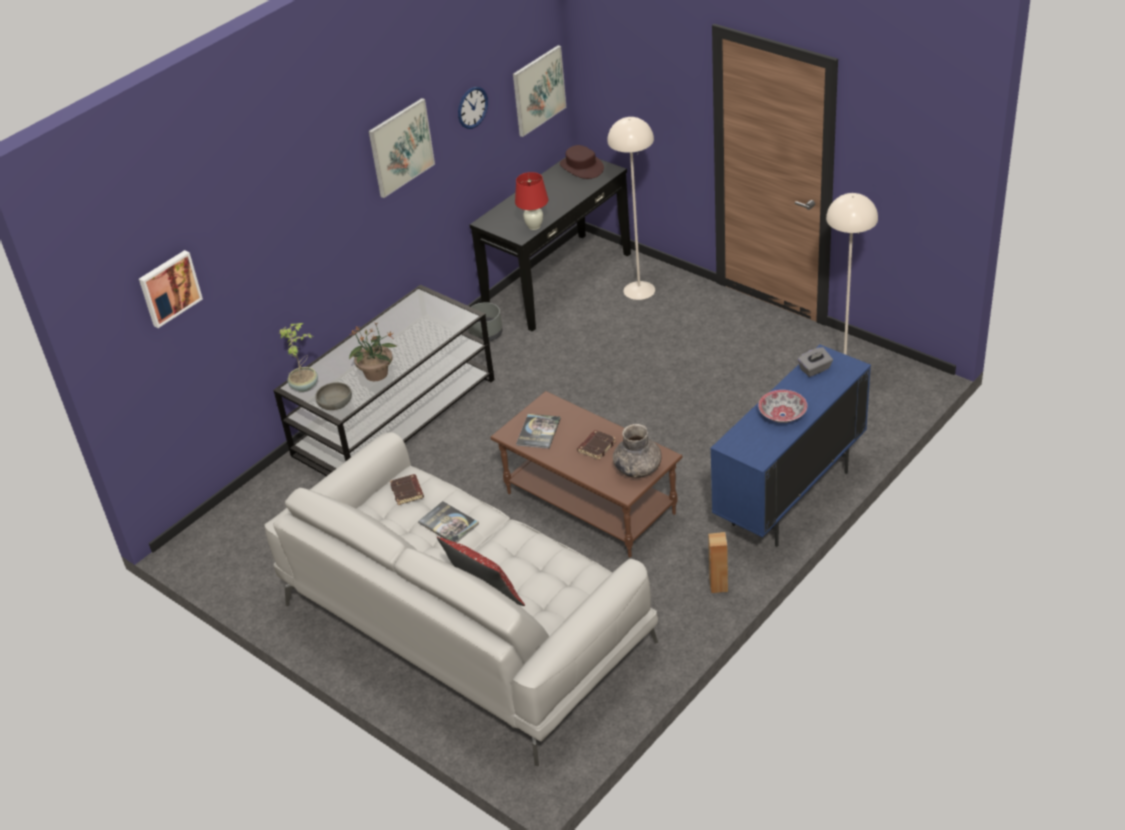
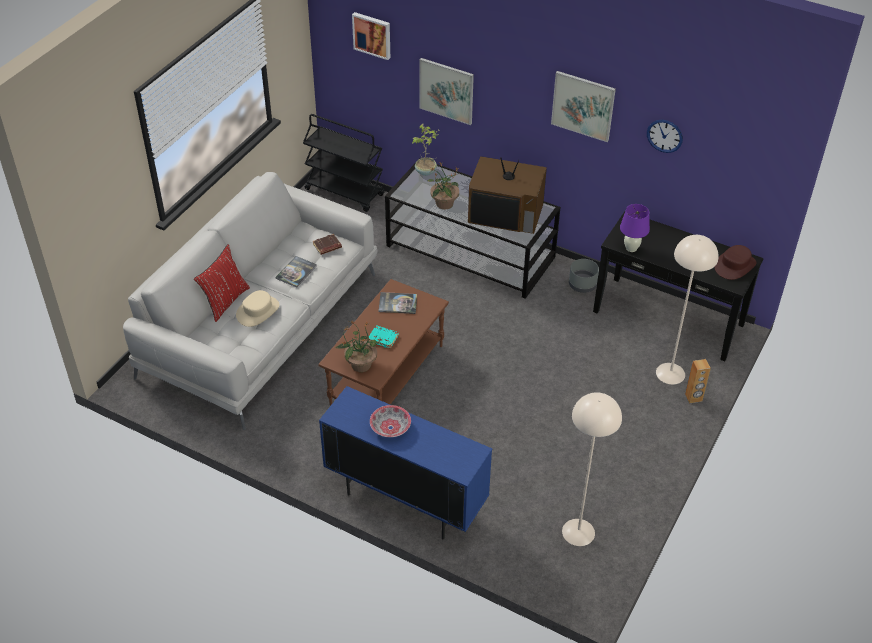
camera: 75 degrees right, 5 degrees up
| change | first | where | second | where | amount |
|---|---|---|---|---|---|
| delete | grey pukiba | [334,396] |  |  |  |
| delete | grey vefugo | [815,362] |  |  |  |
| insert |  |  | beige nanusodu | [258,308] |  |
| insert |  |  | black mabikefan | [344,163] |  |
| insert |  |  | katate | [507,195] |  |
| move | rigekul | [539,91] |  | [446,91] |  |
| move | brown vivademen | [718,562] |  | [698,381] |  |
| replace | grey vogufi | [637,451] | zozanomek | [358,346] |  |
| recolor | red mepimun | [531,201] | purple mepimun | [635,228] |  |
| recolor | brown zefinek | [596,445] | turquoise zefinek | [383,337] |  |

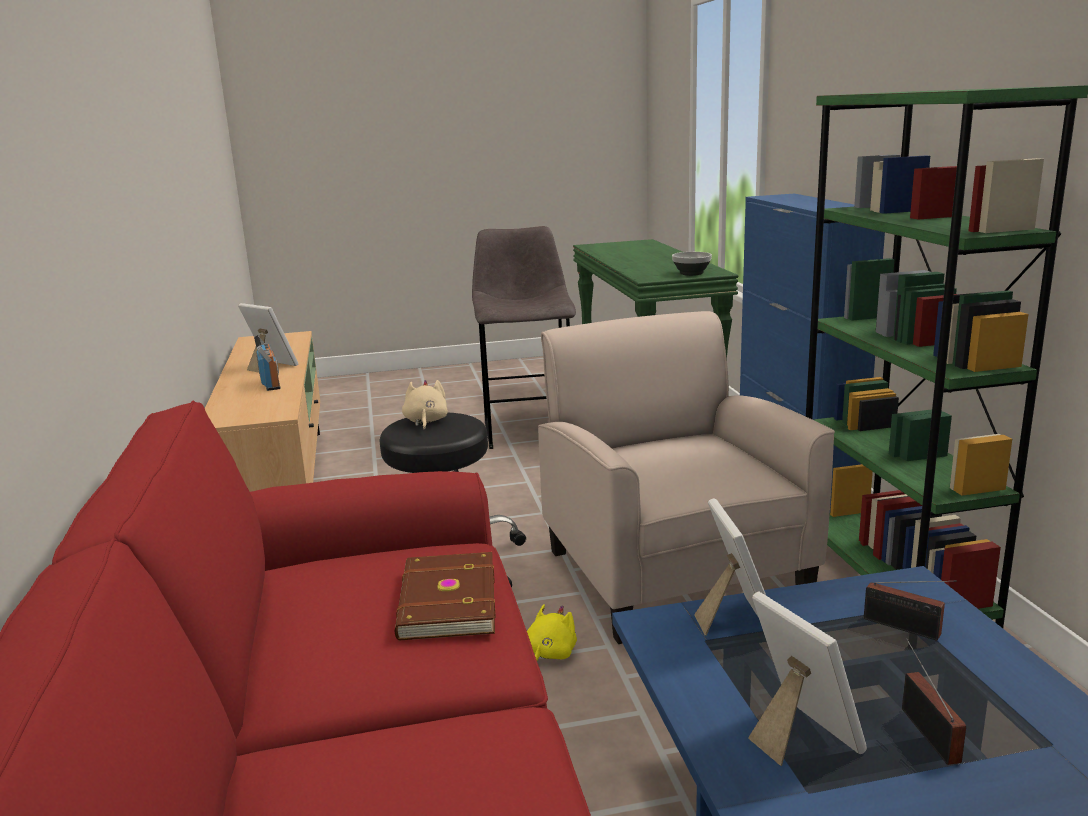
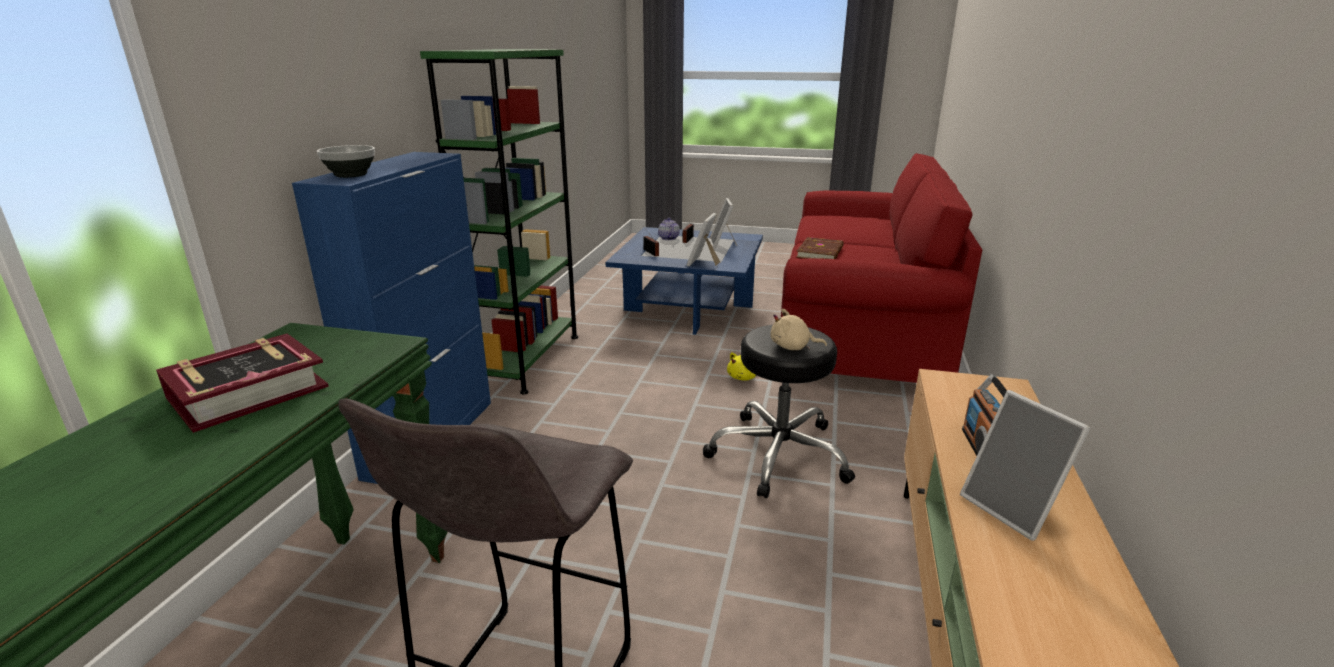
camera: 155 degrees left, 5 degrees up
| change | first | where | second | where | amount |
|---|---|---|---|---|---|
| delete | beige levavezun | [686,477] |  |  |  |
| insert |  |  | zefinek | [242,383] |  |
| insert |  |  | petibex | [669,229] |  |
| move | pukiba | [692,264] |  | [346,161] |  |
| rotate | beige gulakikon | [425,405] |  | [799,329] | 75 degrees clockwise |

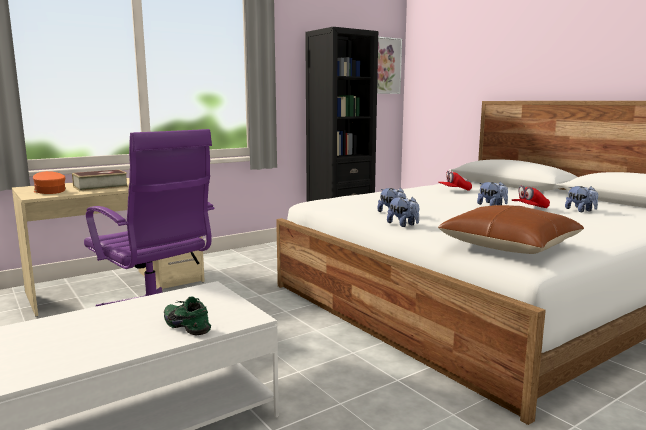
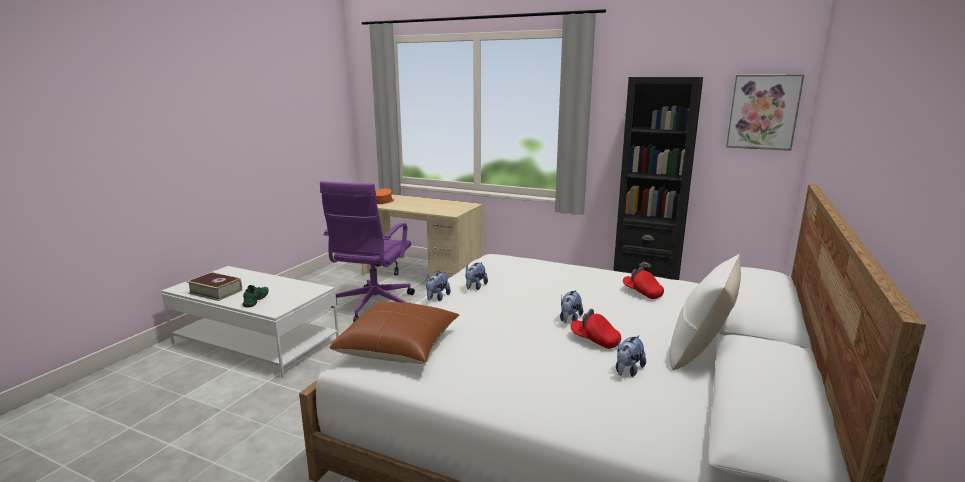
camera: 60 degrees right, 5 degrees up
| change | first | where | second | where | amount |
|---|---|---|---|---|---|
| insert |  |  | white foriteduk | [705,312] |  |
| move | zefinek | [100,180] |  | [214,286] |  |

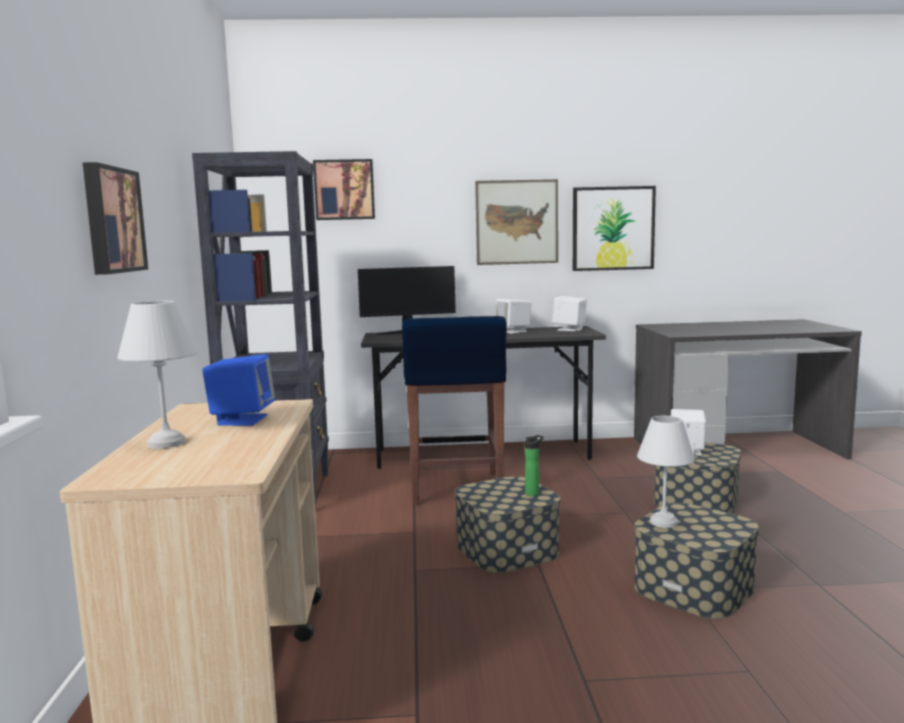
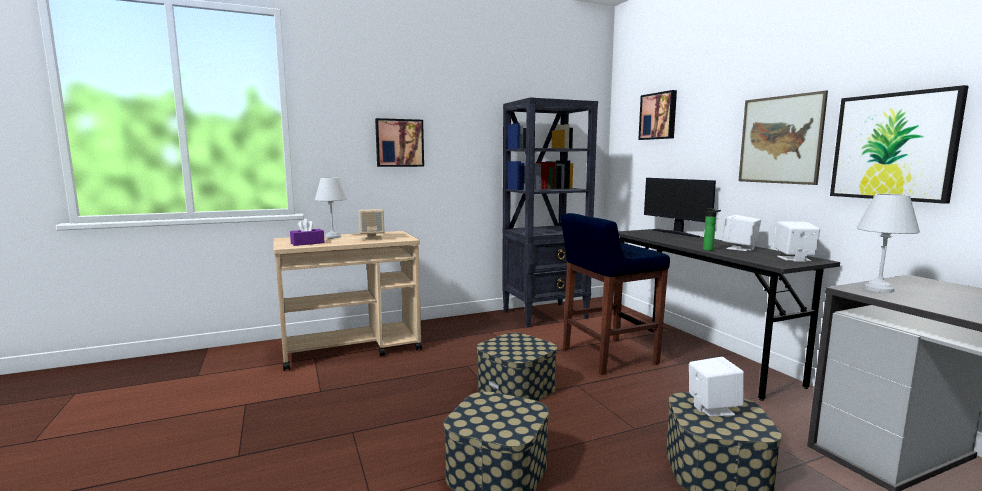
camera: 70 degrees right, 0 degrees up
| change | first | where | second | where | amount |
|---|---|---|---|---|---|
| insert |  |  | purple vefugo | [307,232] |  |
| move | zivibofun | [534,465] |  | [712,229] |  |
| move | white mepimun | [666,472] |  | [888,243] |  |
| recolor | blue vivademen | [238,390] | beige vivademen | [371,224] |  |

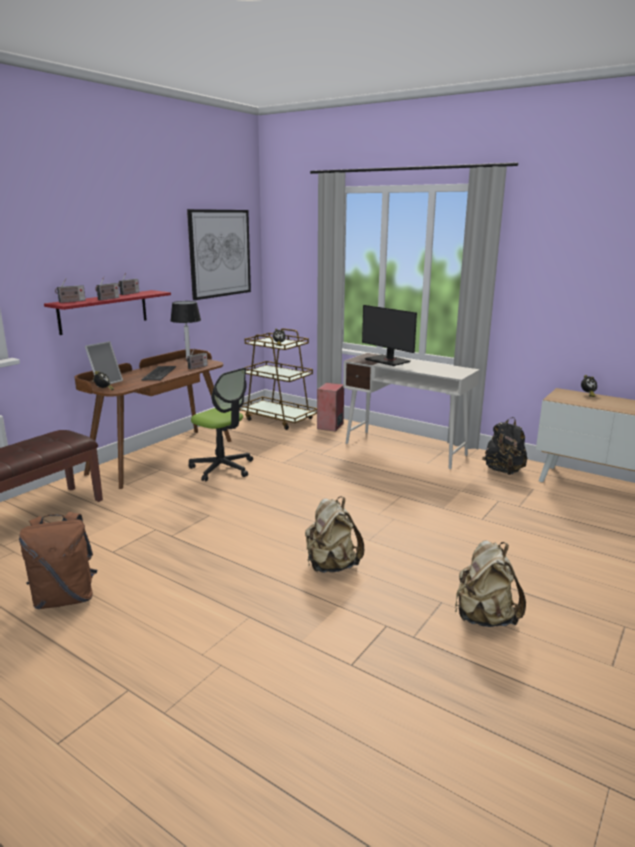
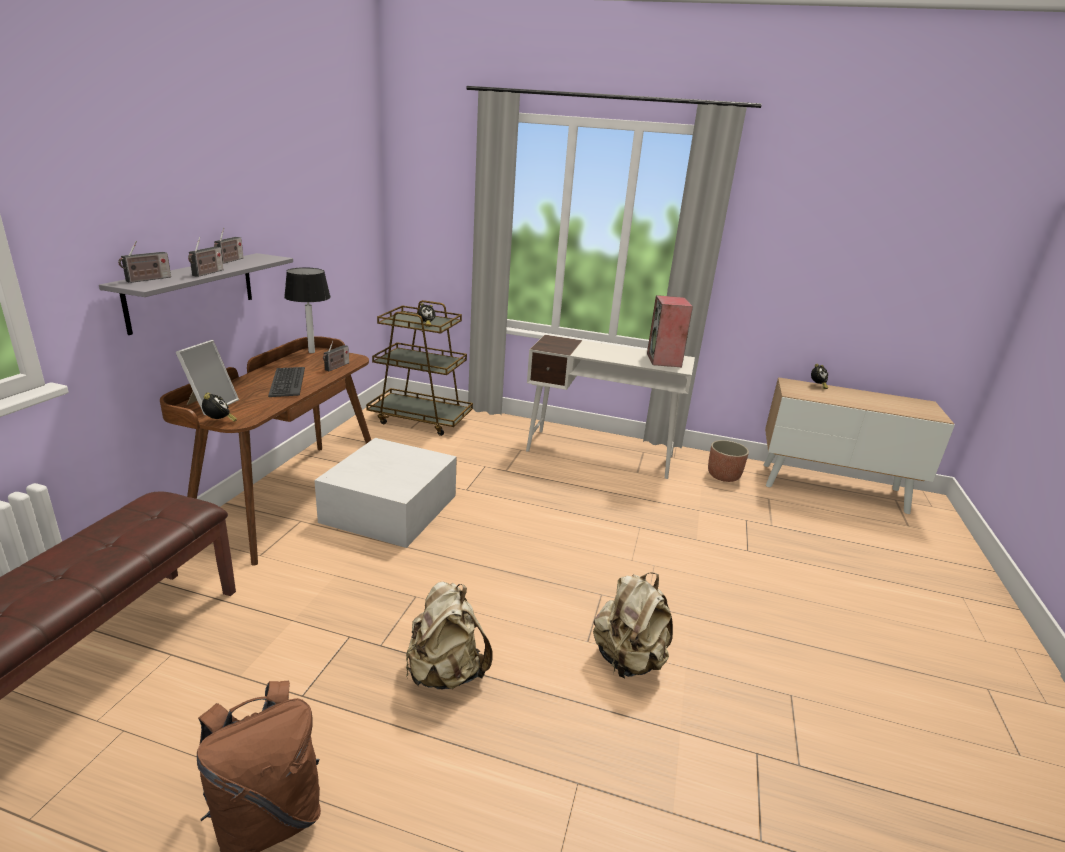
camera: 20 degrees left, 5 degrees up
| change | first | where | second | where | amount |
|---|---|---|---|---|---|
| delete | rigekul | [219,254] |  |  |  |
| delete | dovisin | [389,335] |  |  |  |
| move | vivademen | [330,407] |  | [670,331] |  |
| move | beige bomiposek | [490,583] |  | [449,635] |  |
| replace | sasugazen | [221,424] | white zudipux | [385,493] |  |
| replace | black bomiposek | [504,446] | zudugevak | [728,461] |  |
| recolor | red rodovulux | [107,312] | grey rodovulux | [196,294] |  |

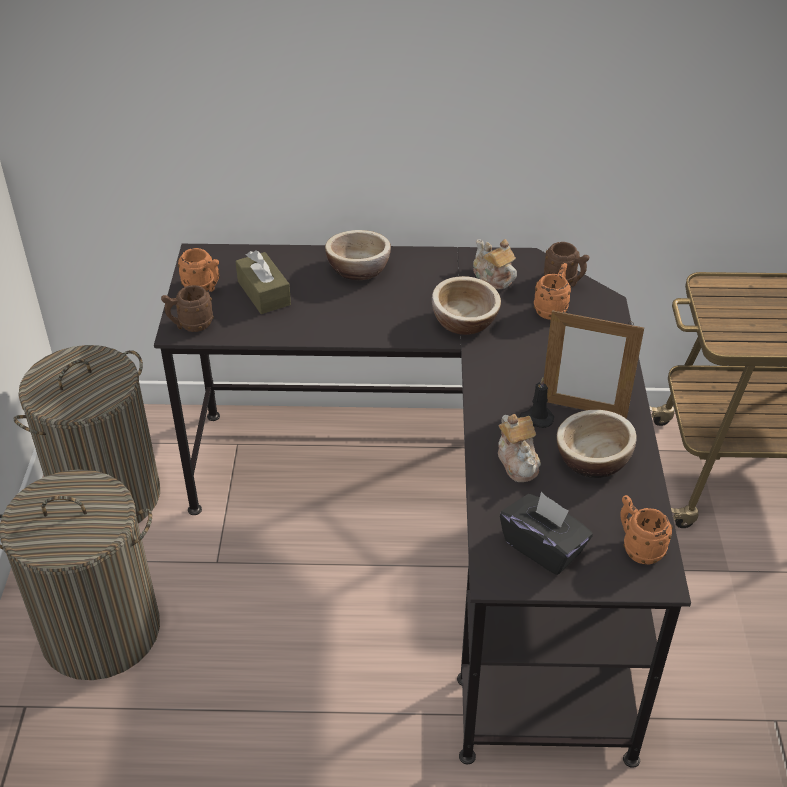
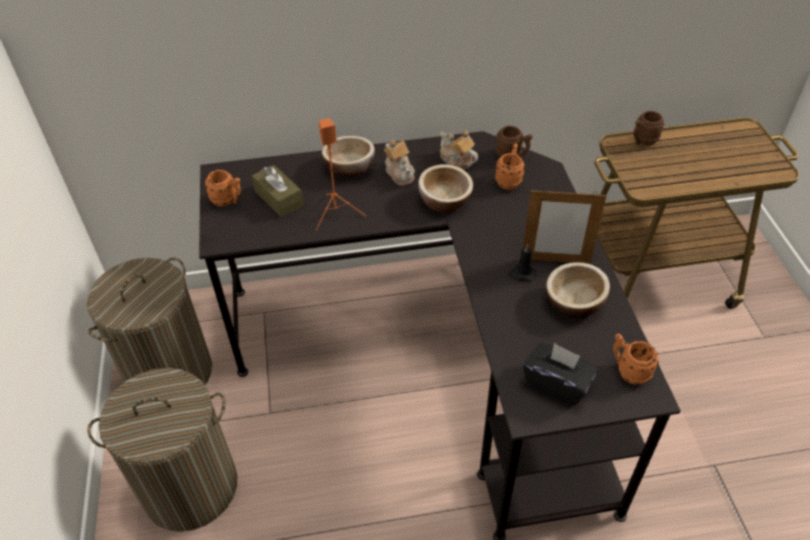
camera: 10 degrees left, 5 degrees up
| change | first | where | second | where | amount |
|---|---|---|---|---|---|
| insert |  |  | orange vivademen | [341,174] |  |
| move | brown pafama | [187,308] |  | [649,128] |  |
| move | petibex | [519,448] |  | [399,163] |  |

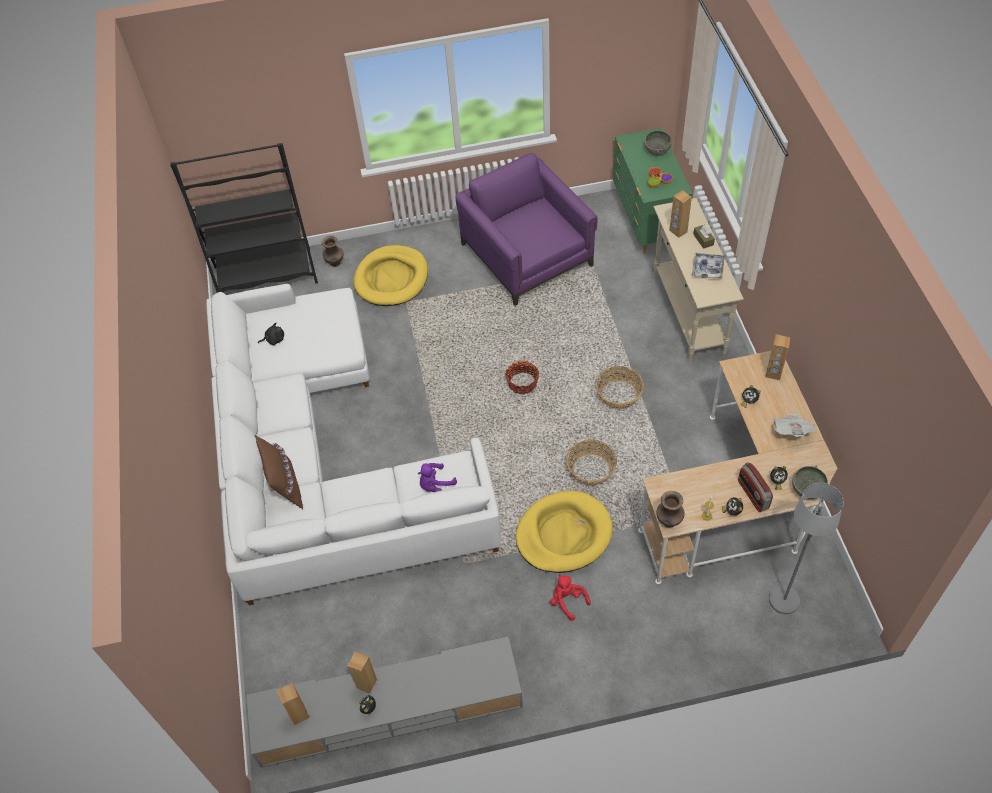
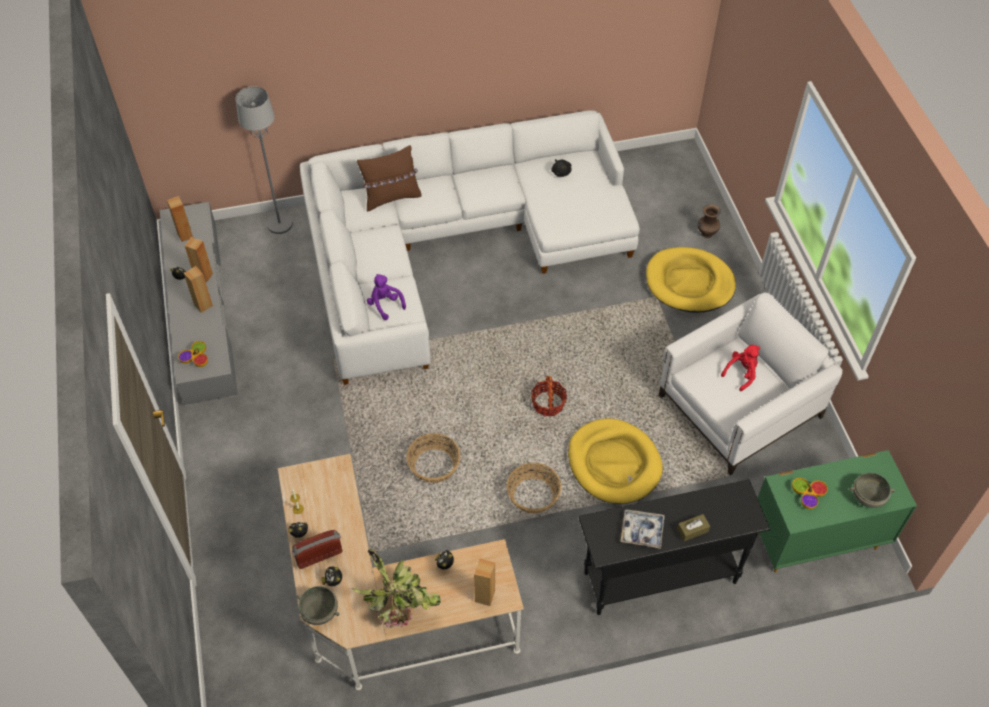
camera: 85 degrees right, 0 degrees up
| change | first | where | second | where | amount |
|---|---|---|---|---|---|
| delete | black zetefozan | [244,218] |  |  |  |
| delete | brown vogufi | [670,509] |  |  |  |
| insert |  |  | pukiba | [193,354] |  |
| move | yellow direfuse | [564,532] |  | [615,461] |  |
| move | red gulakikon | [570,597] |  | [740,368] |  |
| move | brown vivademen | [680,214] |  | [198,289] |  |
| move | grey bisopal | [806,548] |  | [264,160] |  |
| replace | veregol | [794,425] | zozanomek | [395,588] |  |
| recolor | purple levavezun | [526,229] | white levavezun | [751,384] |  |
| recolor | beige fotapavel | [699,279] | black fotapavel | [674,547] |  |

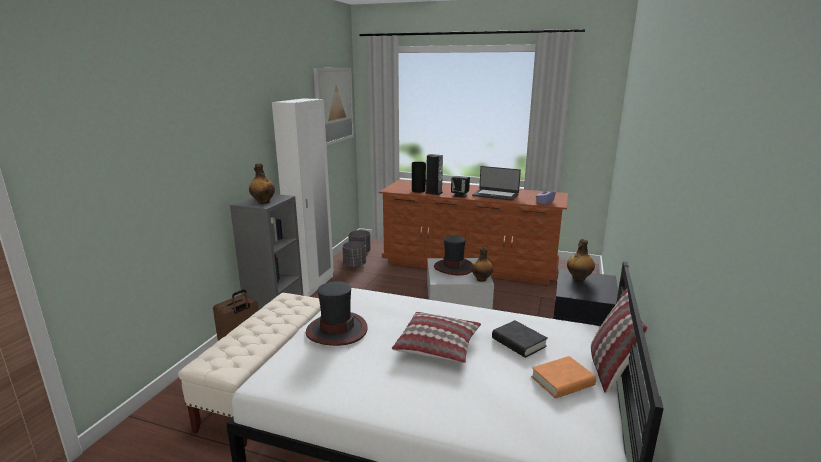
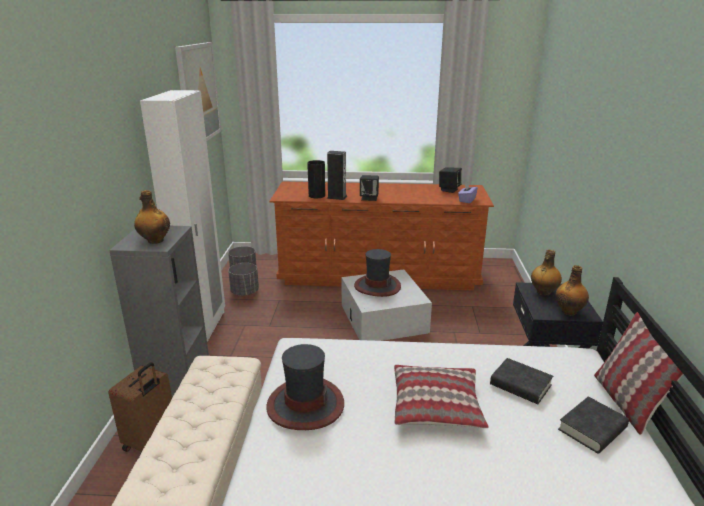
camera: 15 degrees left, 5 degrees up
| change | first | where | second | where | amount |
|---|---|---|---|---|---|
| delete | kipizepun | [496,183] |  |  |  |
| insert |  |  | black vivademen | [450,180] |  |
| move | zivibofun | [482,264] |  | [572,290] |  |
| recolor | orange zefinek | [563,377] | black zefinek | [593,425] |  |

